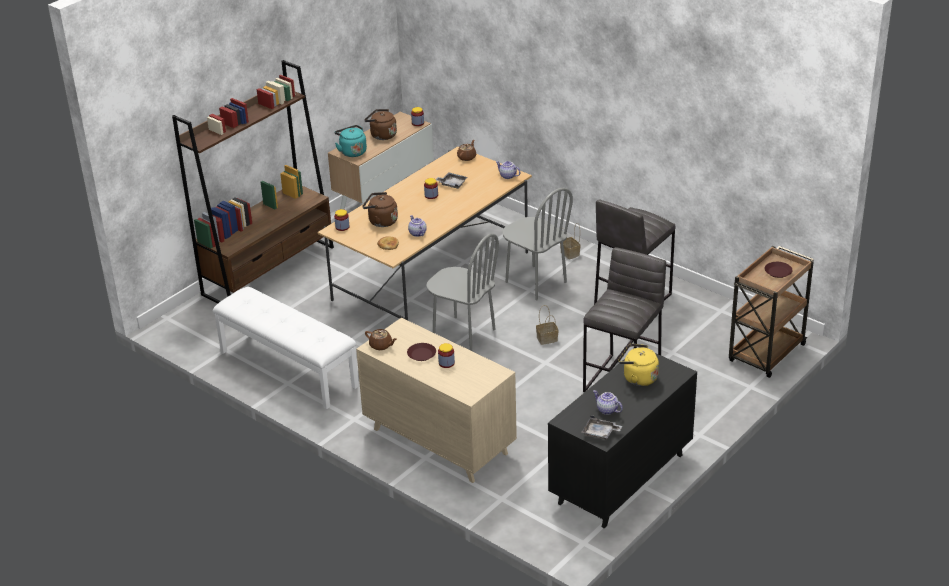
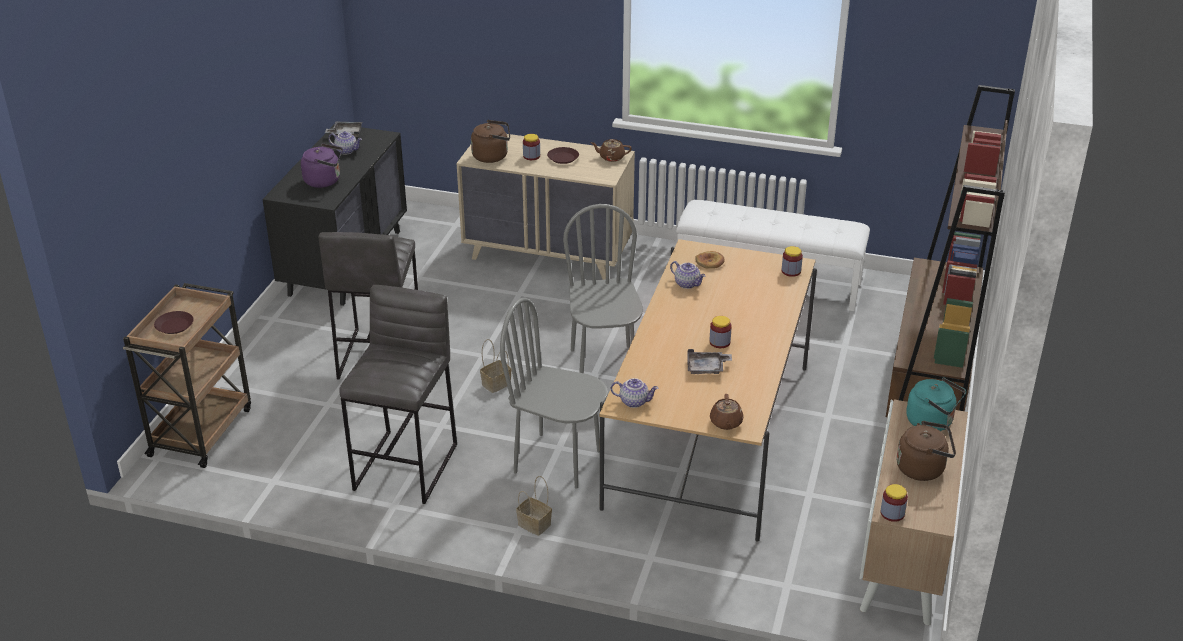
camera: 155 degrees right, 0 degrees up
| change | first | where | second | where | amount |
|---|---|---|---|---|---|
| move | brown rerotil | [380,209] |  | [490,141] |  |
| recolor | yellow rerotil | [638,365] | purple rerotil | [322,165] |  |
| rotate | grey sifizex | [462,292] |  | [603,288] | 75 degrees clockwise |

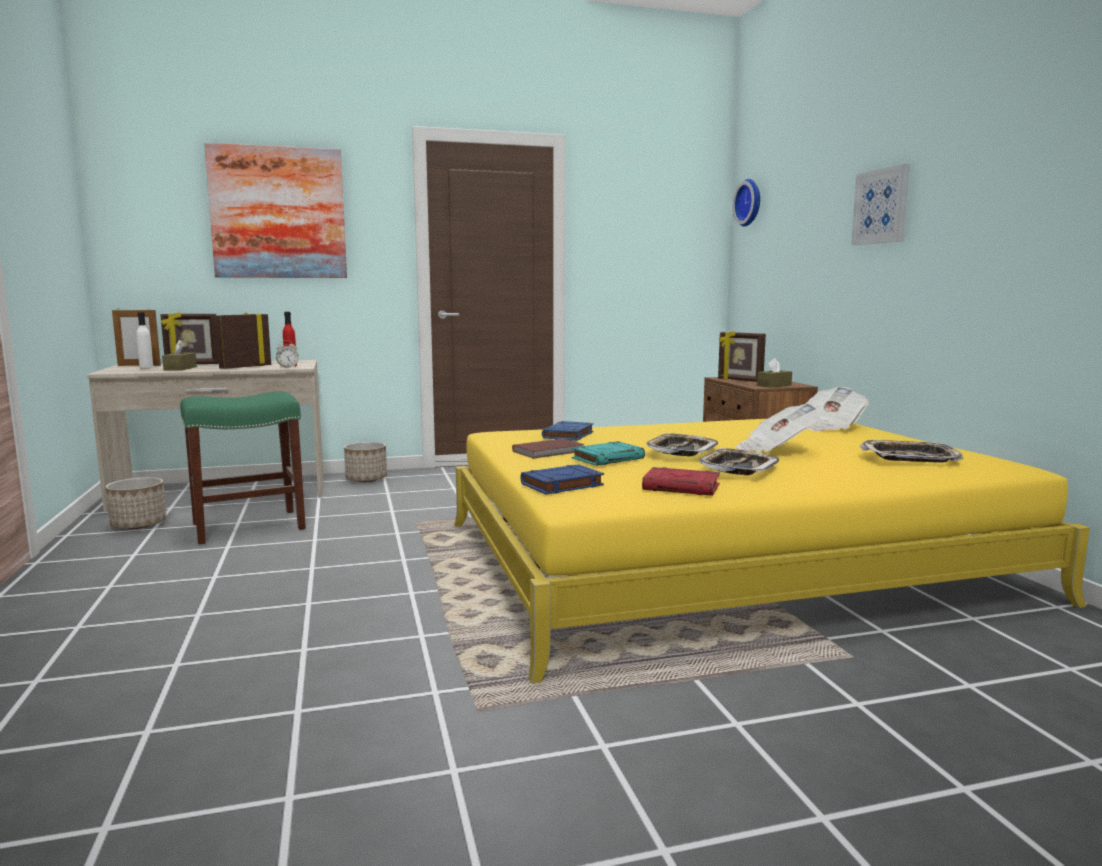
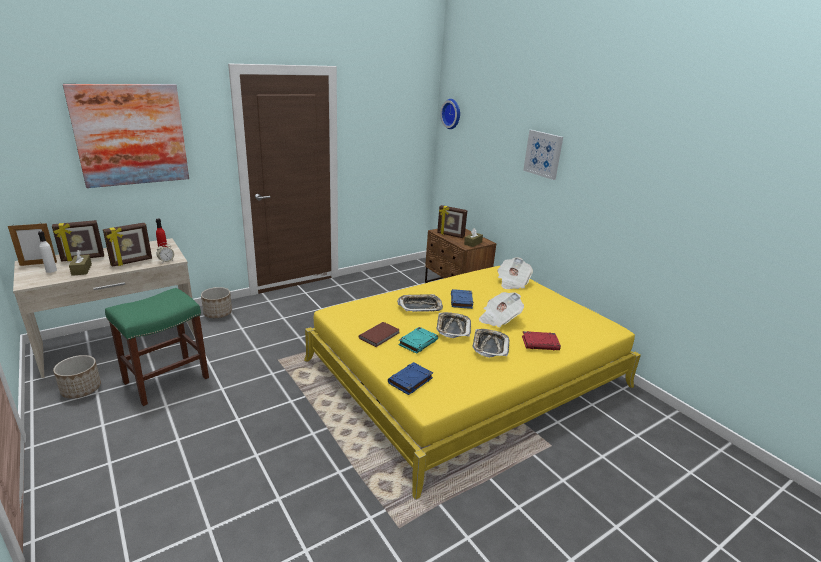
camera: 20 degrees left, 15 degrees up
| change | first | where | second | where | amount |
|---|---|---|---|---|---|
| move | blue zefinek | [568,431] |  | [462,299] |  |
| move | red zefinek | [681,481] |  | [541,340] |  |
| move | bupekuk | [911,451] |  | [420,303] |  |
| rotate | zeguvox | [243,340] |  | [127,245] | 150 degrees counterclockwise |

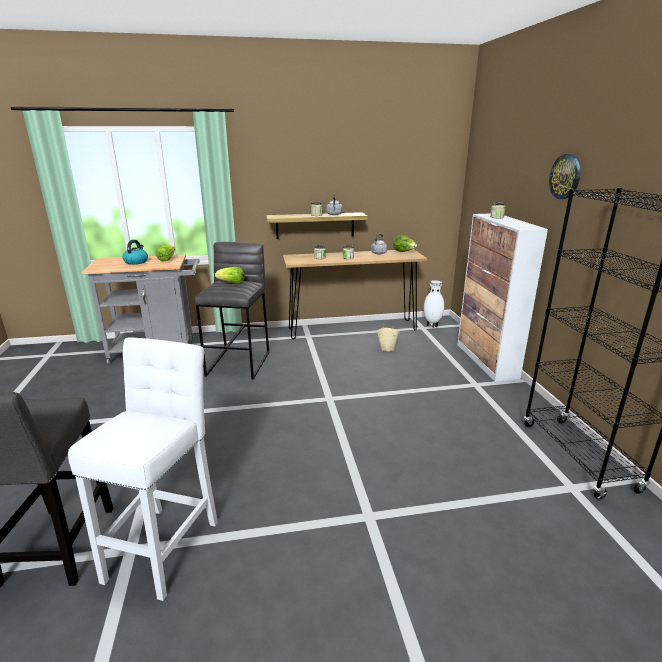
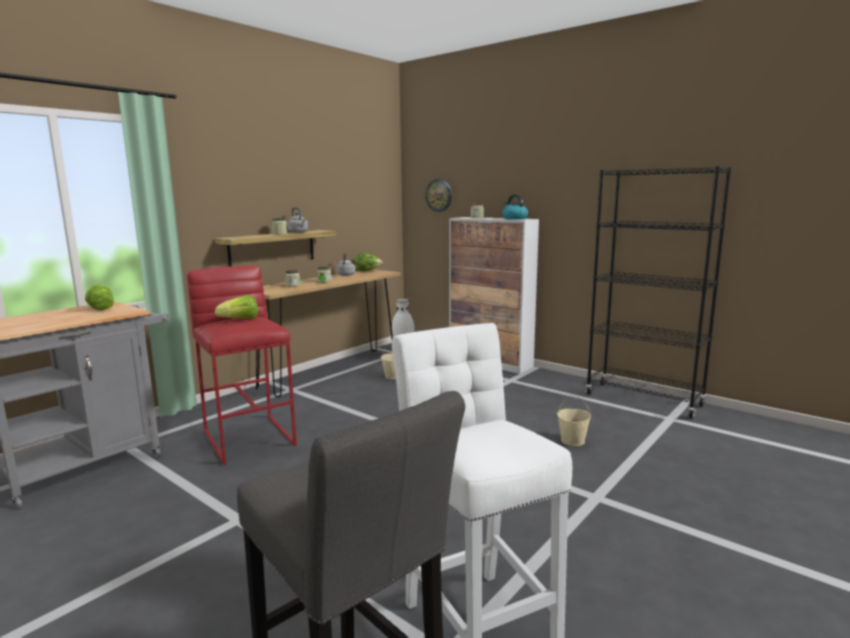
camera: 40 degrees left, 10 degrees down
| change | first | where | second | where | amount |
|---|---|---|---|---|---|
| insert |  |  | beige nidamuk | [574,421] |  |
| move | rerotil | [135,252] |  | [515,207] |  |
| move | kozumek | [564,176] |  | [438,195] |  |
| recolor | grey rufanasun | [232,311] | red rufanasun | [242,365] |  |

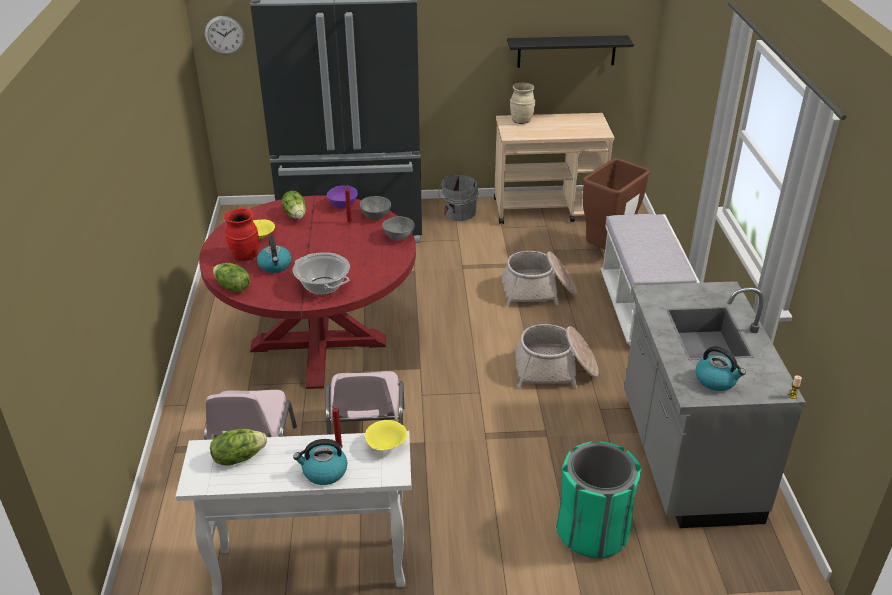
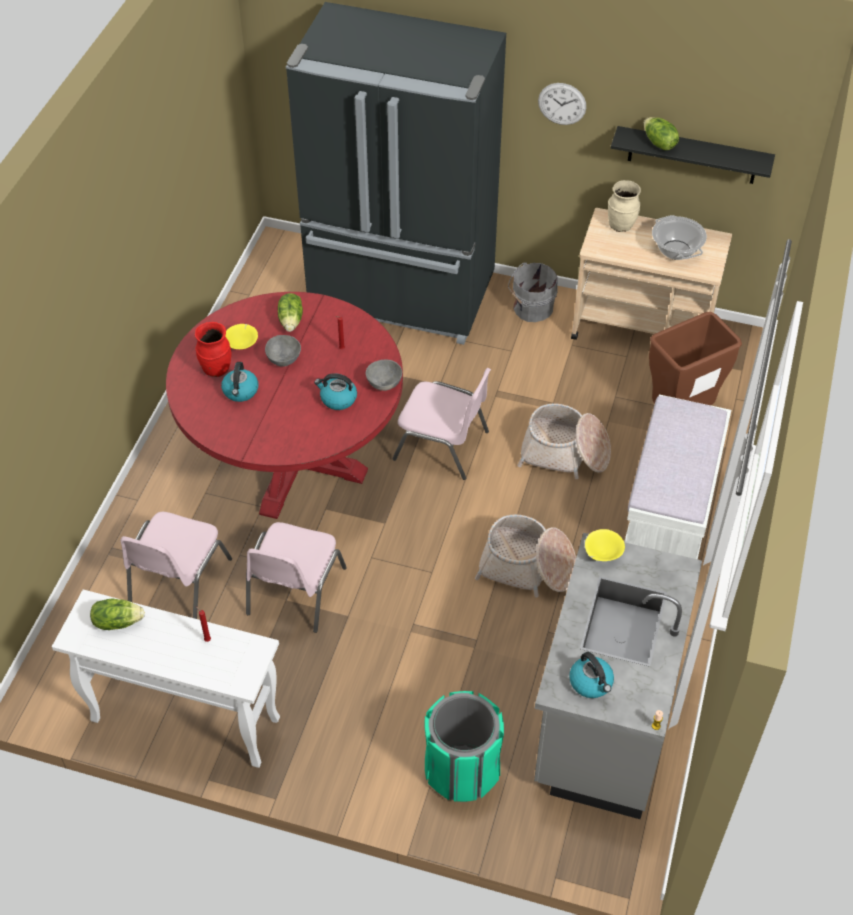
camera: 20 degrees right, 15 degrees up
| change | first | where | second | where | amount |
|---|---|---|---|---|---|
| delete | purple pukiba | [342,196] |  |  |  |
| insert |  |  | pink sifizex | [441,424] |  |
| move | kozumek | [225,35] |  | [562,104] |  |
| move | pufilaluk | [231,277] |  | [661,133] |  |
| move | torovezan | [321,273] |  | [679,237] |  |
| move | rerotil | [320,462] |  | [335,391] |  |
| move | grey pukiba | [375,208] |  | [283,351] |  |
| move | yellow pukiba | [386,435] |  | [605,545] |  |

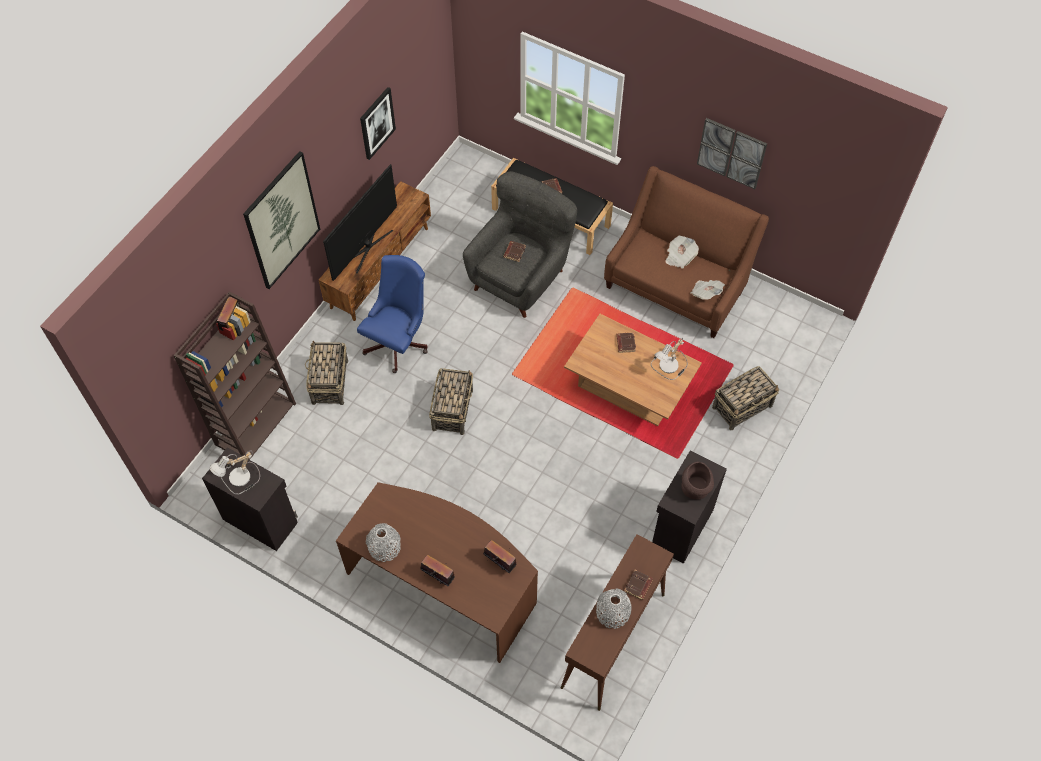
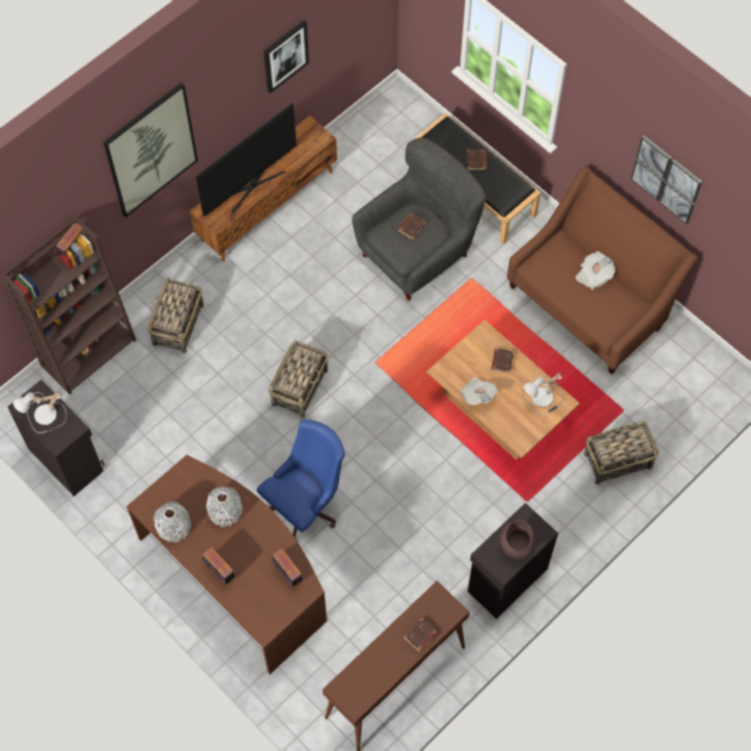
camera: 15 degrees right, 5 degrees up
| change | first | where | second | where | amount |
|---|---|---|---|---|---|
| move | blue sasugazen | [392,314] |  | [301,478] |  |
| move | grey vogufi | [614,609] |  | [224,507] |  |
| move | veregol | [707,290] |  | [478,391] |  |

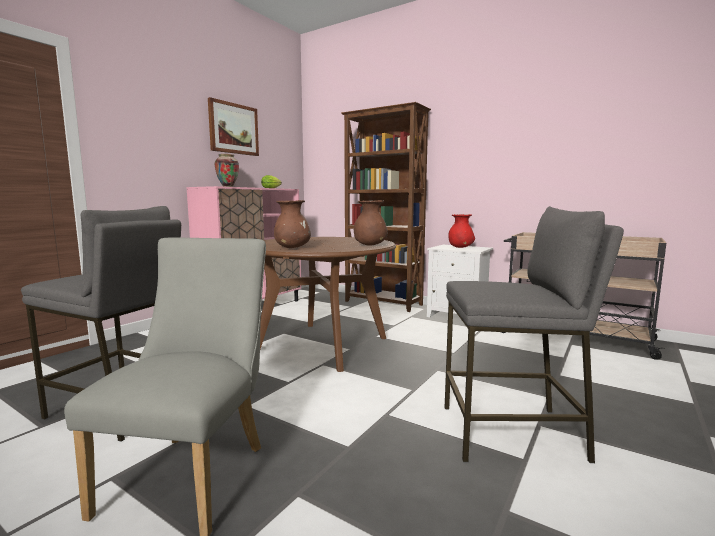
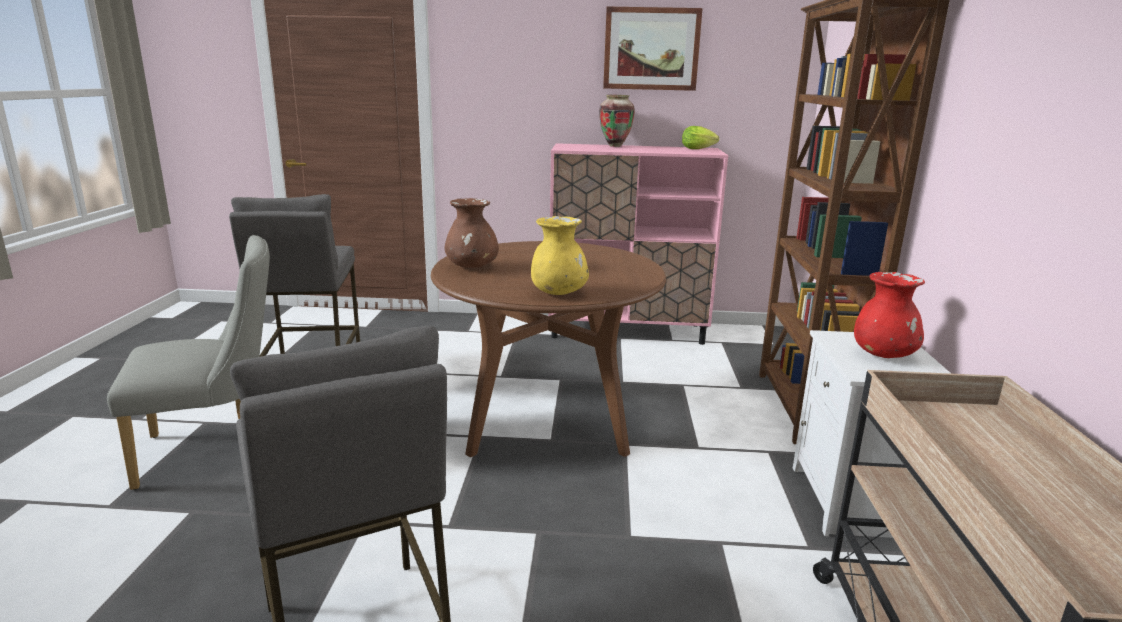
camera: 60 degrees right, 10 degrees up
| change | first | where | second | where | amount |
|---|---|---|---|---|---|
| recolor | brown vogufi | [371,223] | yellow vogufi | [560,255] |  |

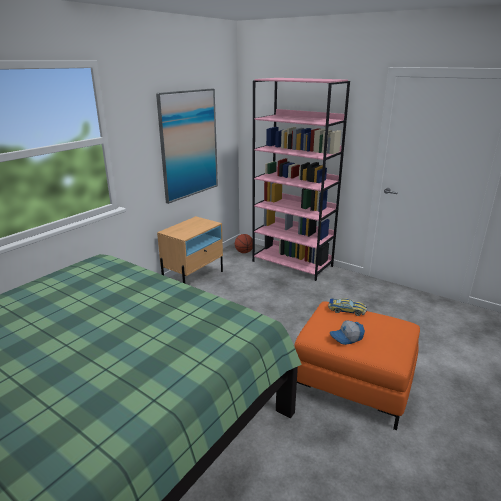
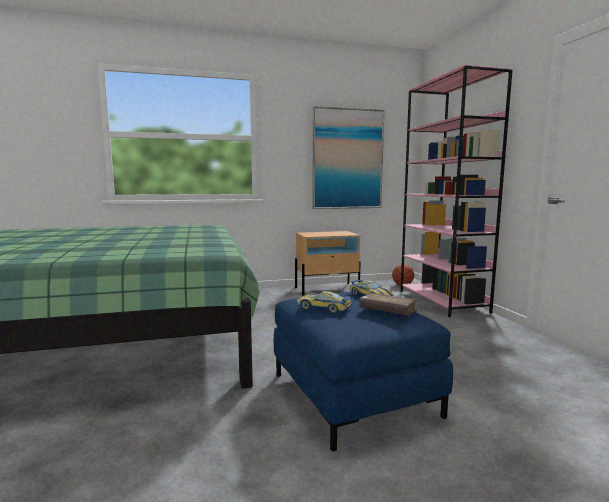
camera: 40 degrees right, 15 degrees down
| change | first | where | second | where | amount |
|---|---|---|---|---|---|
| insert |  |  | brown zefinek | [388,304] |  |
| replace | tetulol | [347,332] | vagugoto | [324,302] |  |
| recolor | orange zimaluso | [357,365] | blue zimaluso | [363,372] |  |

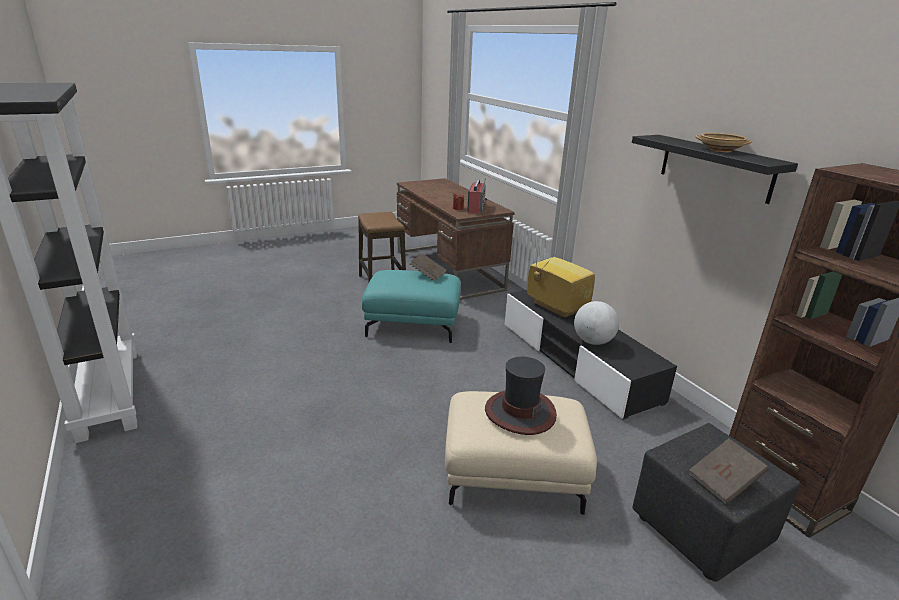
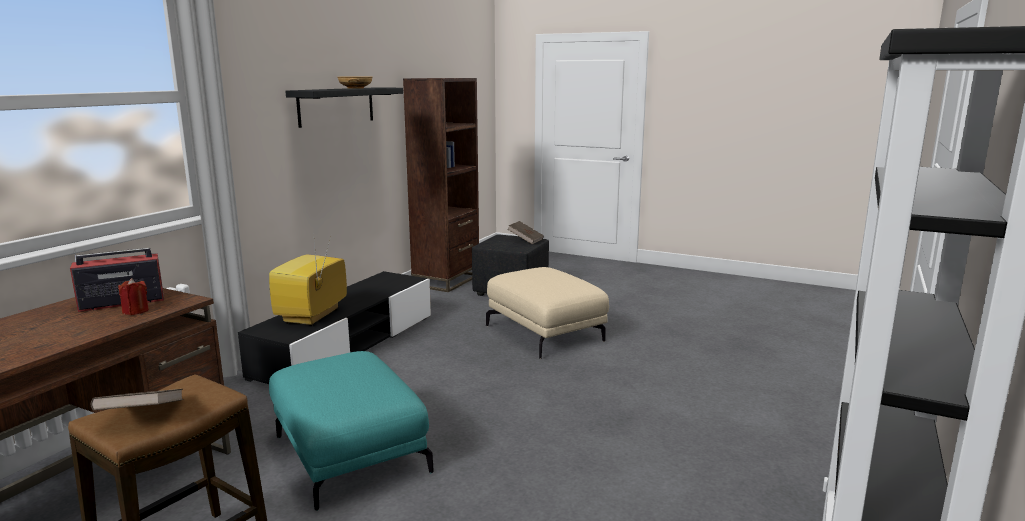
camera: 125 degrees left, 10 degrees down
| change | first | where | second | where | amount |
|---|---|---|---|---|---|
| delete | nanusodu | [521,396] |  |  |  |
| delete | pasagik | [596,323] |  |  |  |
| move | brown zefinek | [428,267] |  | [137,399] |  |

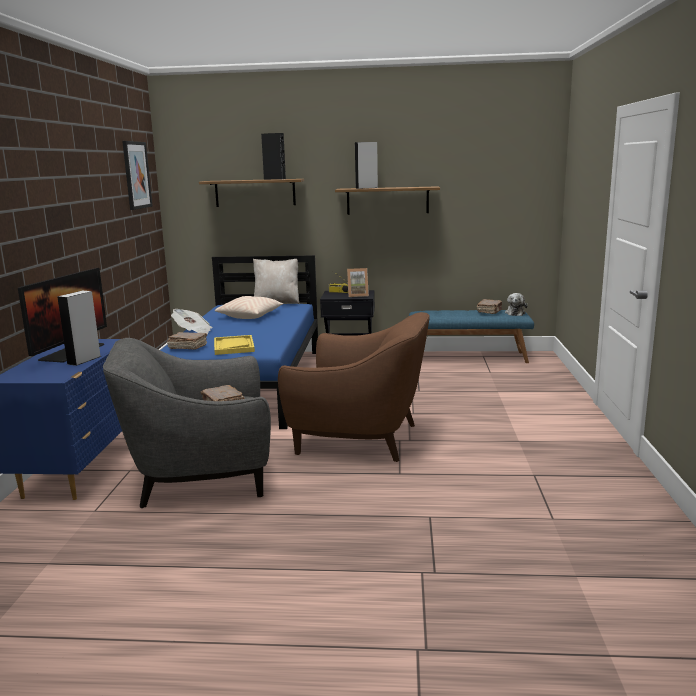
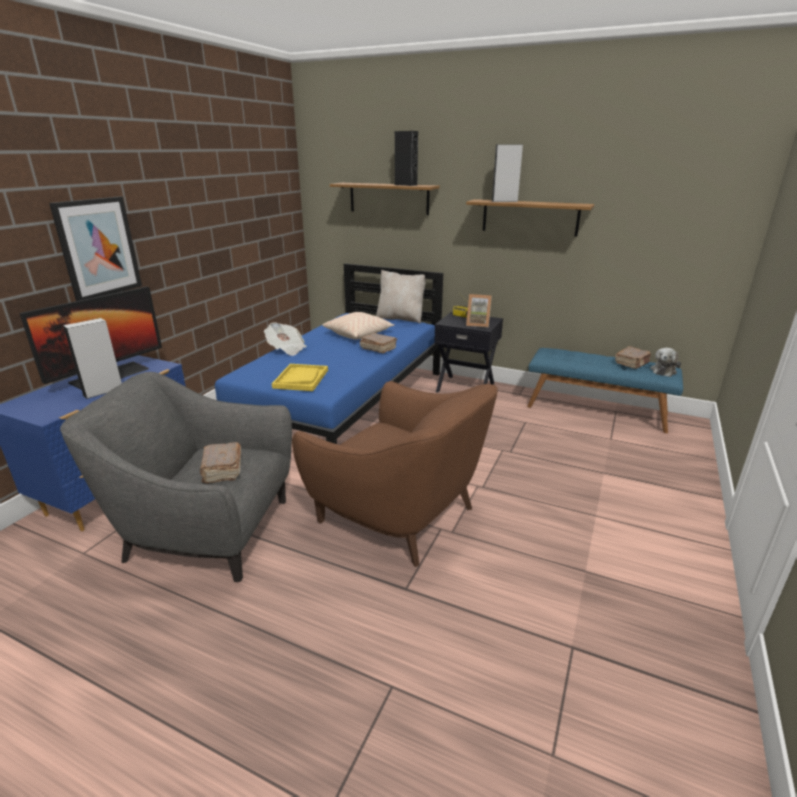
camera: 20 degrees right, 10 degrees up
| change | first | where | second | where | amount |
|---|---|---|---|---|---|
| move | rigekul | [137,175] |  | [95,248] |  |
| move | brown zefinek | [187,341] |  | [378,343] |  |

